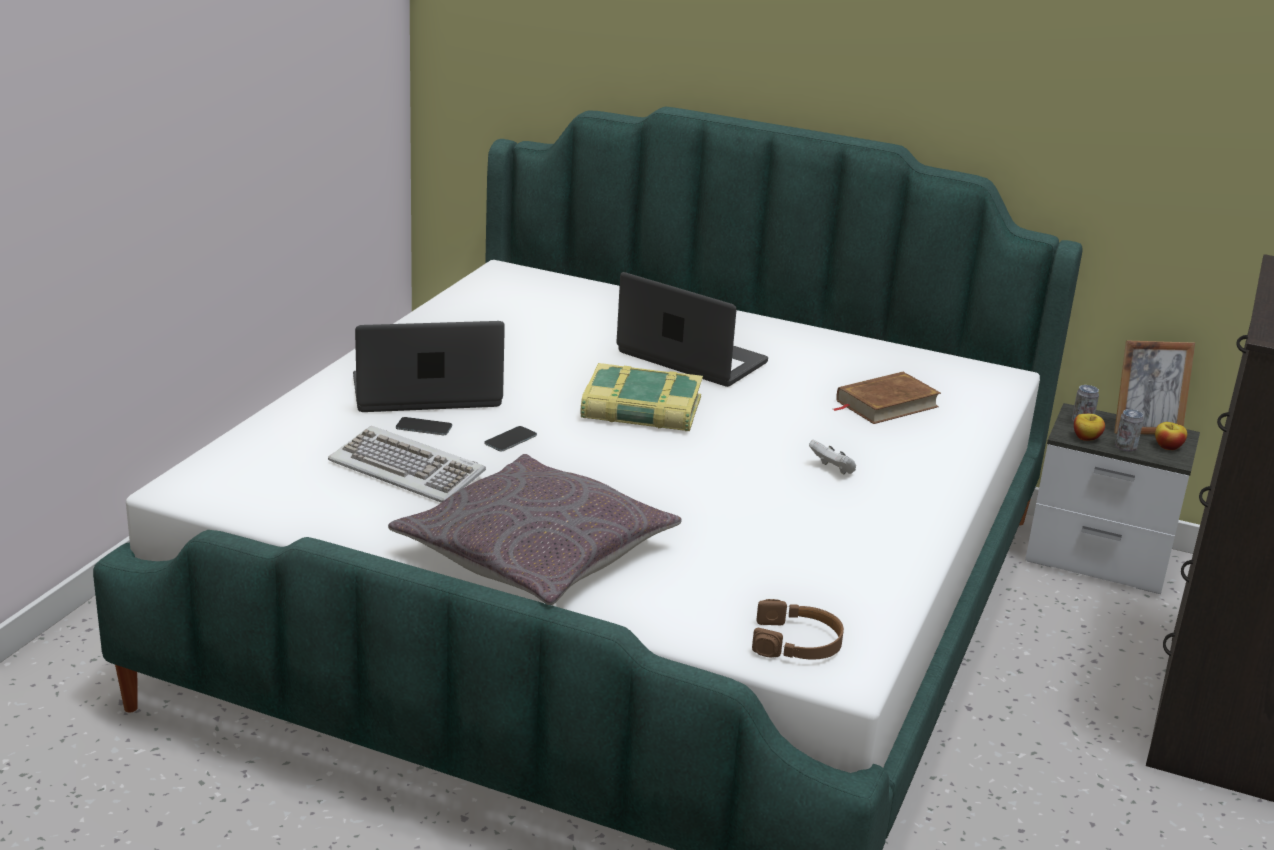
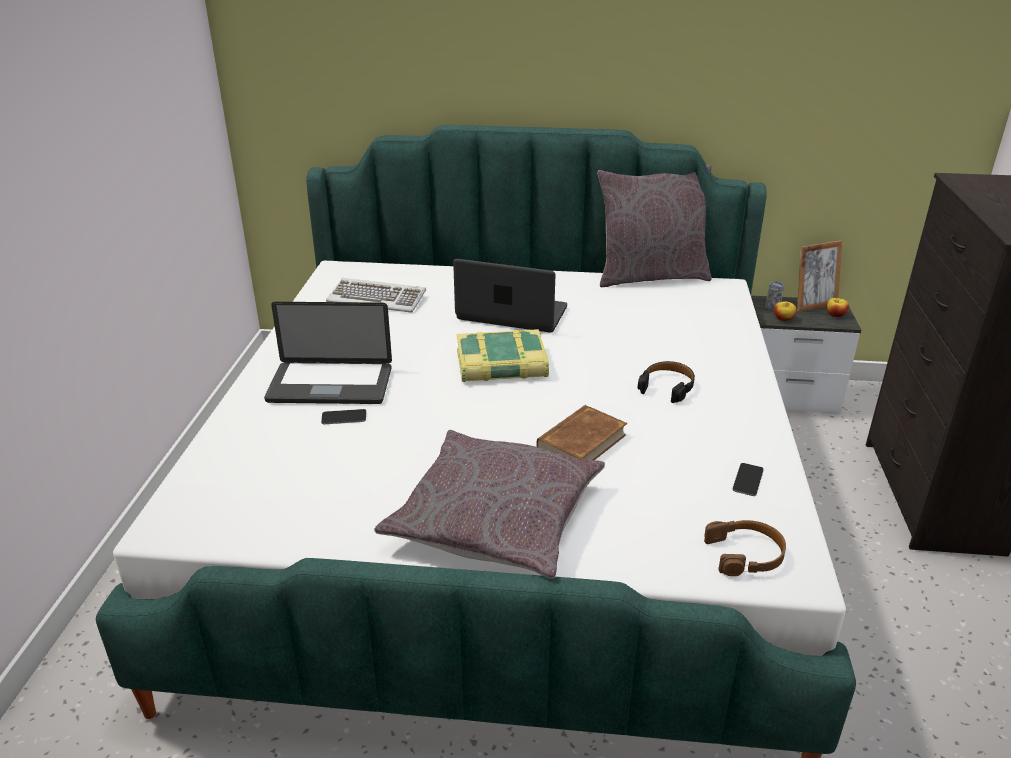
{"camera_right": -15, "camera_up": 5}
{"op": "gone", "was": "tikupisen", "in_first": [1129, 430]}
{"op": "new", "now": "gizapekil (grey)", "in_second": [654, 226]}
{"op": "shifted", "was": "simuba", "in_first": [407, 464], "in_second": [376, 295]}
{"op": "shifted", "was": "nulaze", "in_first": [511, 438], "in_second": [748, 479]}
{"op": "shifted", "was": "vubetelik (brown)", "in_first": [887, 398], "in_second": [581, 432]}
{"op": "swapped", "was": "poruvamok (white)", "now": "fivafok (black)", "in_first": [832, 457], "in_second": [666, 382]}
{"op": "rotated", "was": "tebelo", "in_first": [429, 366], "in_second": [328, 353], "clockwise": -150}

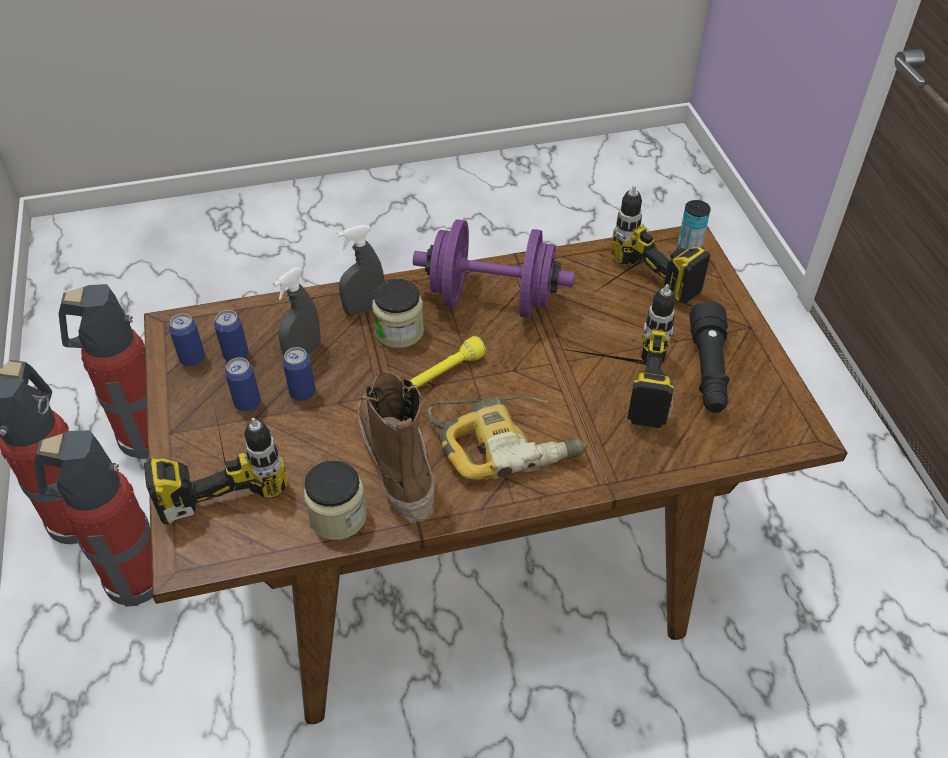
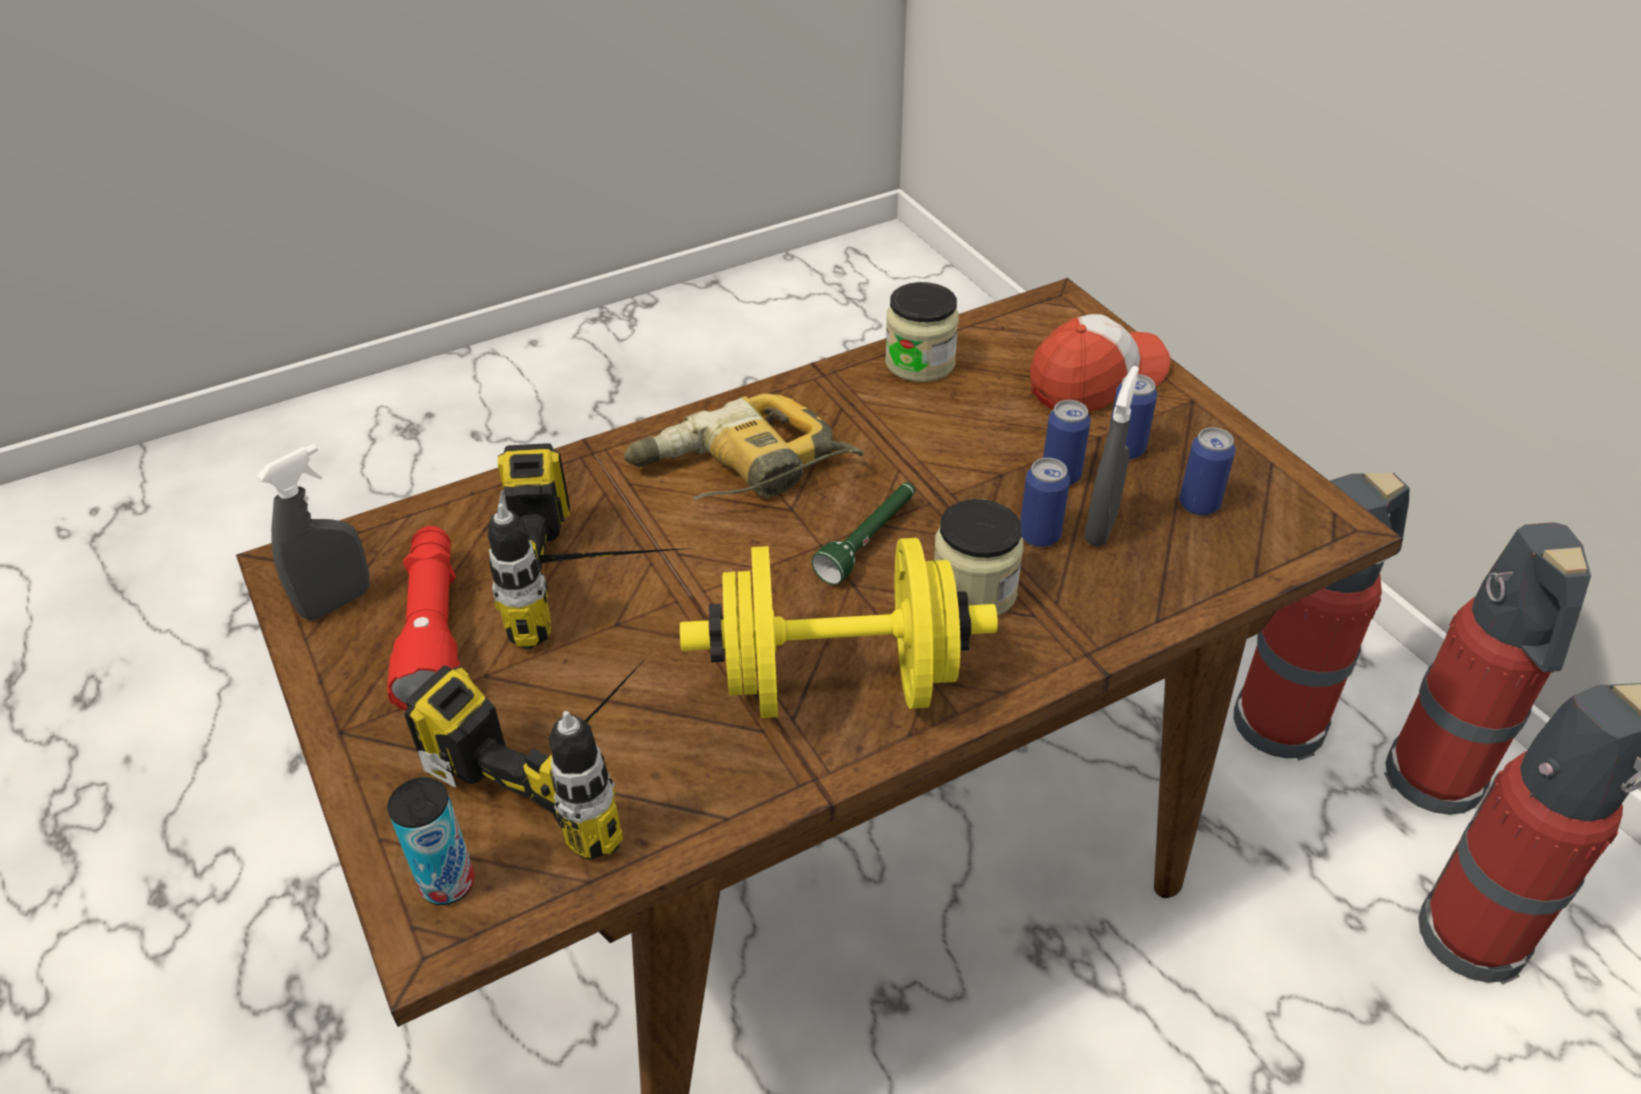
{"camera_right": 165, "camera_up": -5}
{"op": "gone", "was": "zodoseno", "in_first": [396, 447]}
{"op": "shifted", "was": "tikupisen", "in_first": [187, 339], "in_second": [1045, 502]}
{"op": "shifted", "was": "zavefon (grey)", "in_first": [361, 270], "in_second": [313, 532]}
{"op": "swapped", "was": "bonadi", "now": "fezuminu", "in_first": [216, 462], "in_second": [1100, 363]}
{"op": "repainted", "was": "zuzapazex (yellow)", "now": "zuzapazex (green)", "in_first": [448, 361], "in_second": [863, 533]}
{"op": "repainted", "was": "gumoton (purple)", "now": "gumoton (yellow)", "in_first": [494, 268], "in_second": [839, 628]}
{"op": "repainted", "was": "zuzapazex (black)", "now": "zuzapazex (red)", "in_first": [710, 357], "in_second": [423, 618]}

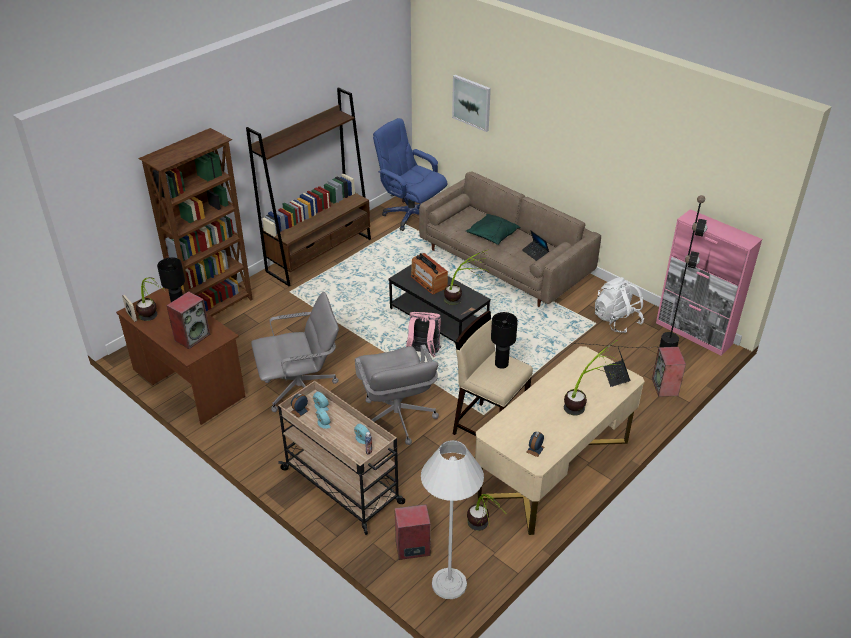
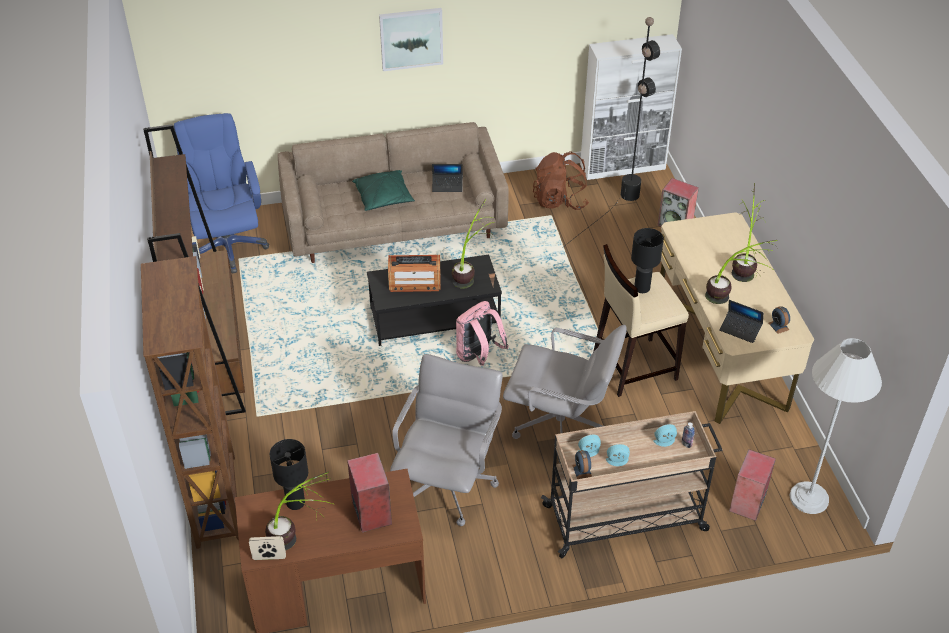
{"camera_right": -55, "camera_up": 5}
{"op": "shifted", "was": "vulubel", "in_first": [471, 103], "in_second": [411, 39]}
{"op": "shifted", "was": "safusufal", "in_first": [486, 512], "in_second": [741, 272]}
{"op": "shifted", "was": "tebelo", "in_first": [616, 367], "in_second": [741, 321]}
{"op": "repainted", "was": "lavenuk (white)", "now": "lavenuk (brown)", "in_first": [619, 305], "in_second": [561, 180]}
{"op": "repainted", "was": "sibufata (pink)", "now": "sibufata (white)", "in_first": [709, 282], "in_second": [631, 107]}
{"op": "rotated", "was": "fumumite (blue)", "in_first": [410, 174], "in_second": [221, 193], "clockwise": 90}

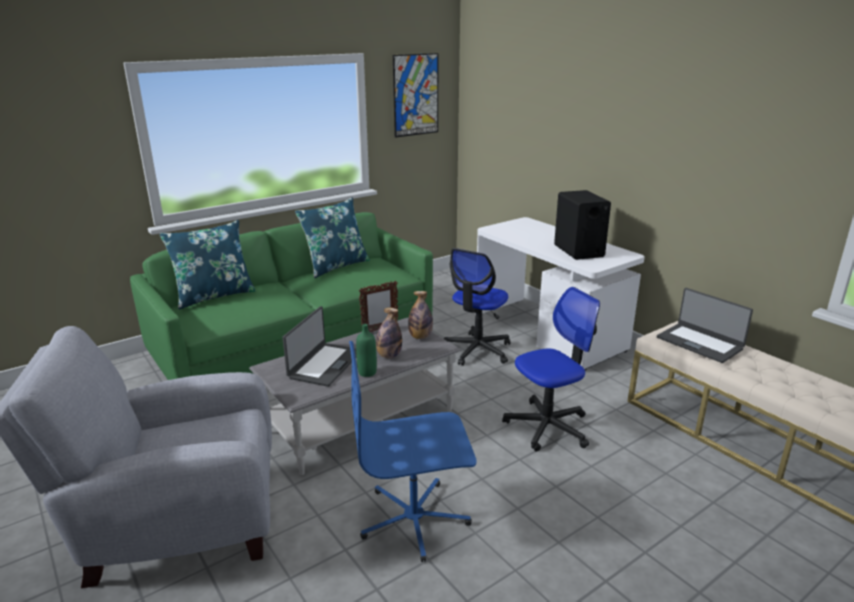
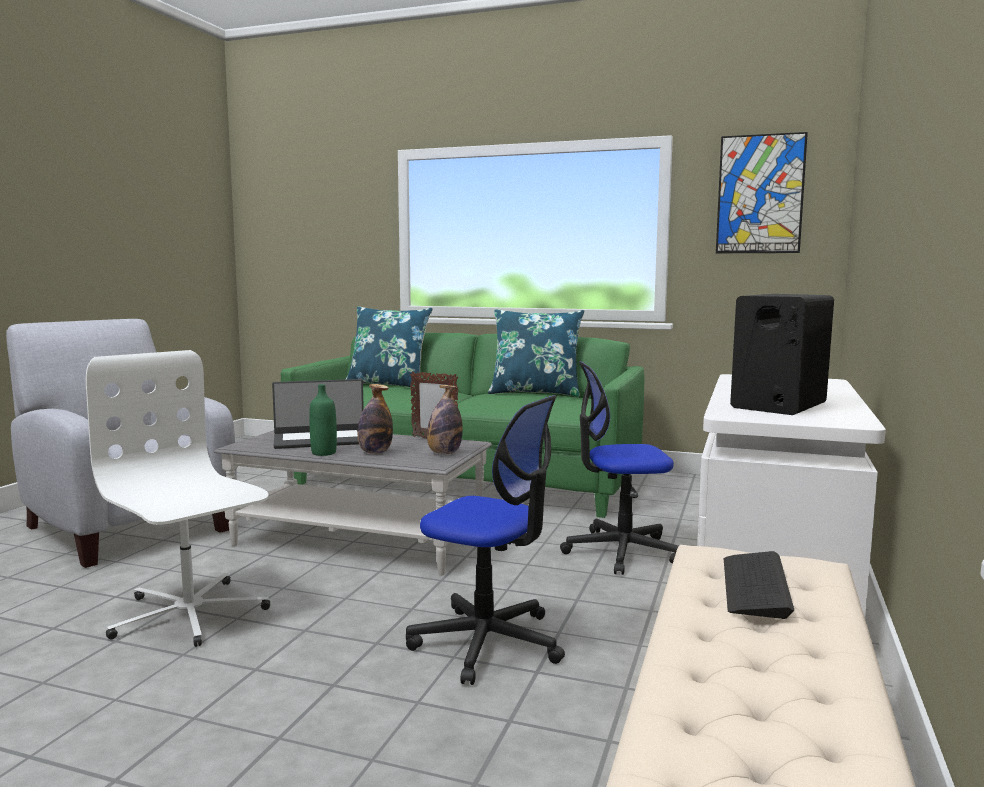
{"camera_right": 55, "camera_up": -15}
{"op": "swapped", "was": "tebelo", "now": "simuba", "in_first": [705, 325], "in_second": [759, 585]}
{"op": "repainted", "was": "fumumite (blue)", "now": "fumumite (white)", "in_first": [413, 451], "in_second": [178, 498]}

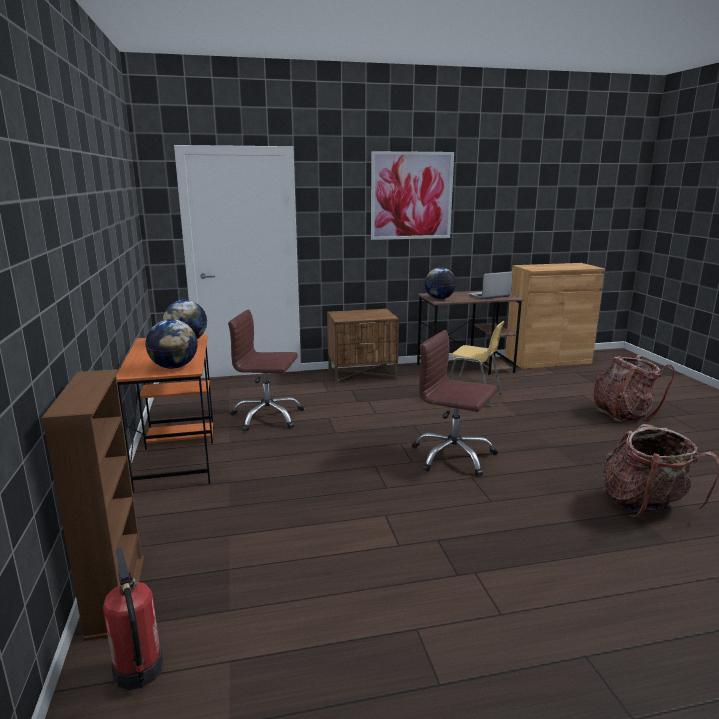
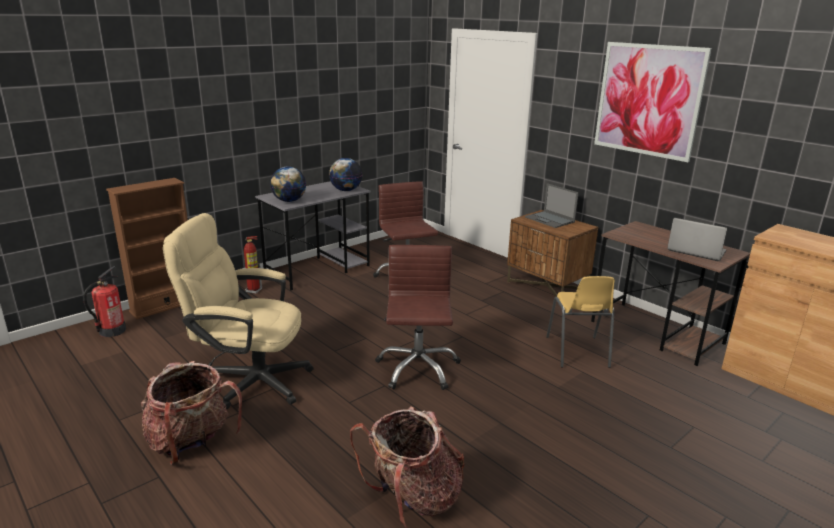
{"camera_right": 60, "camera_up": 5}
{"op": "gone", "was": "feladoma", "in_first": [440, 283]}
{"op": "new", "now": "fumumite (beige)", "in_second": [238, 311]}
{"op": "new", "now": "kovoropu", "in_second": [253, 265]}
{"op": "new", "now": "tebelo", "in_second": [552, 205]}
{"op": "shifted", "was": "lavenuk", "in_first": [634, 389], "in_second": [191, 413]}
{"op": "repainted", "was": "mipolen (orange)", "now": "mipolen (grey)", "in_first": [165, 413], "in_second": [313, 235]}

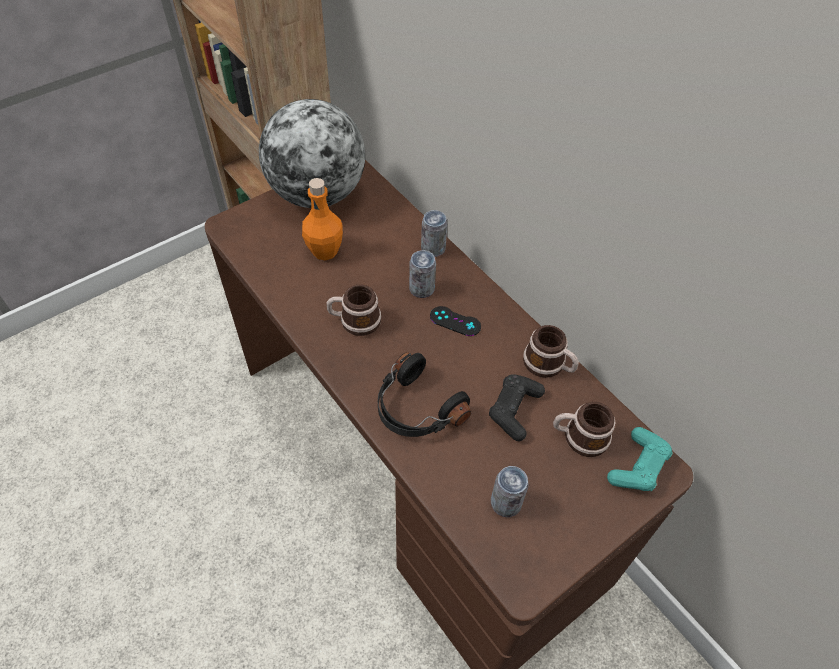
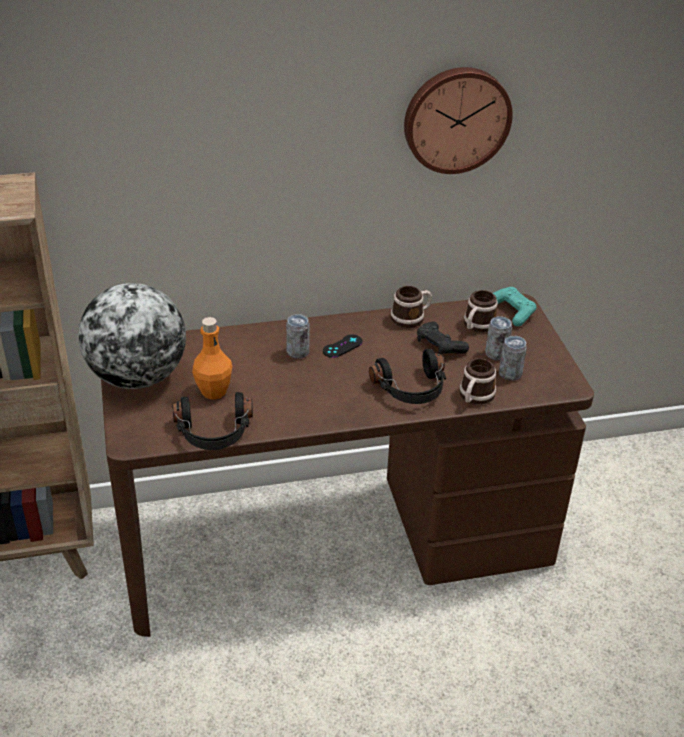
{"camera_right": -65, "camera_up": -15}
{"op": "new", "now": "fivafok (black)", "in_second": [212, 421]}
{"op": "new", "now": "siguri", "in_second": [458, 120]}
{"op": "shifted", "was": "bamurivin", "in_first": [354, 310], "in_second": [477, 381]}
{"op": "shifted", "was": "tikupisen", "in_first": [434, 233], "in_second": [498, 338]}

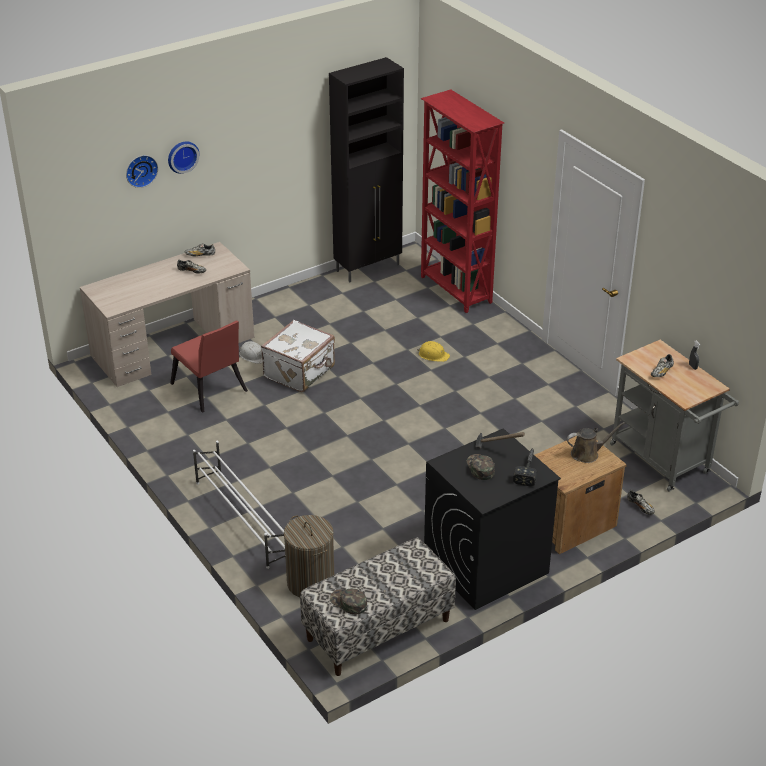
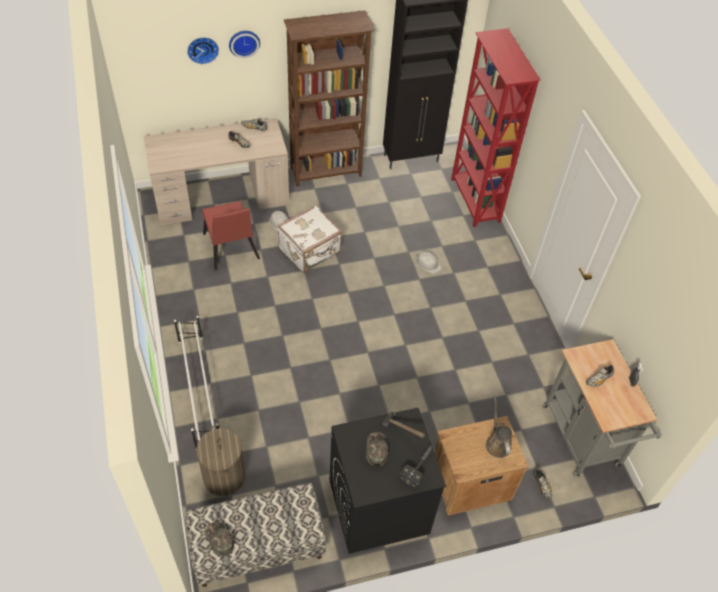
{"camera_right": 15, "camera_up": 15}
{"op": "new", "now": "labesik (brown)", "in_second": [329, 98]}
{"op": "repainted", "was": "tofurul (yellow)", "now": "tofurul (white)", "in_first": [433, 351], "in_second": [429, 263]}
{"op": "rotated", "was": "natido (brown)", "in_first": [595, 442], "in_second": [499, 428], "clockwise": -105}

